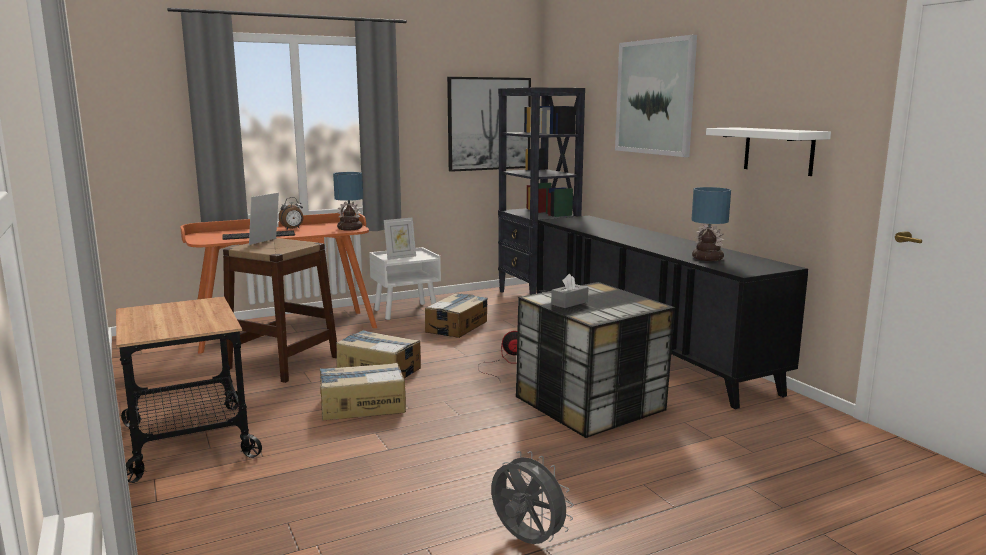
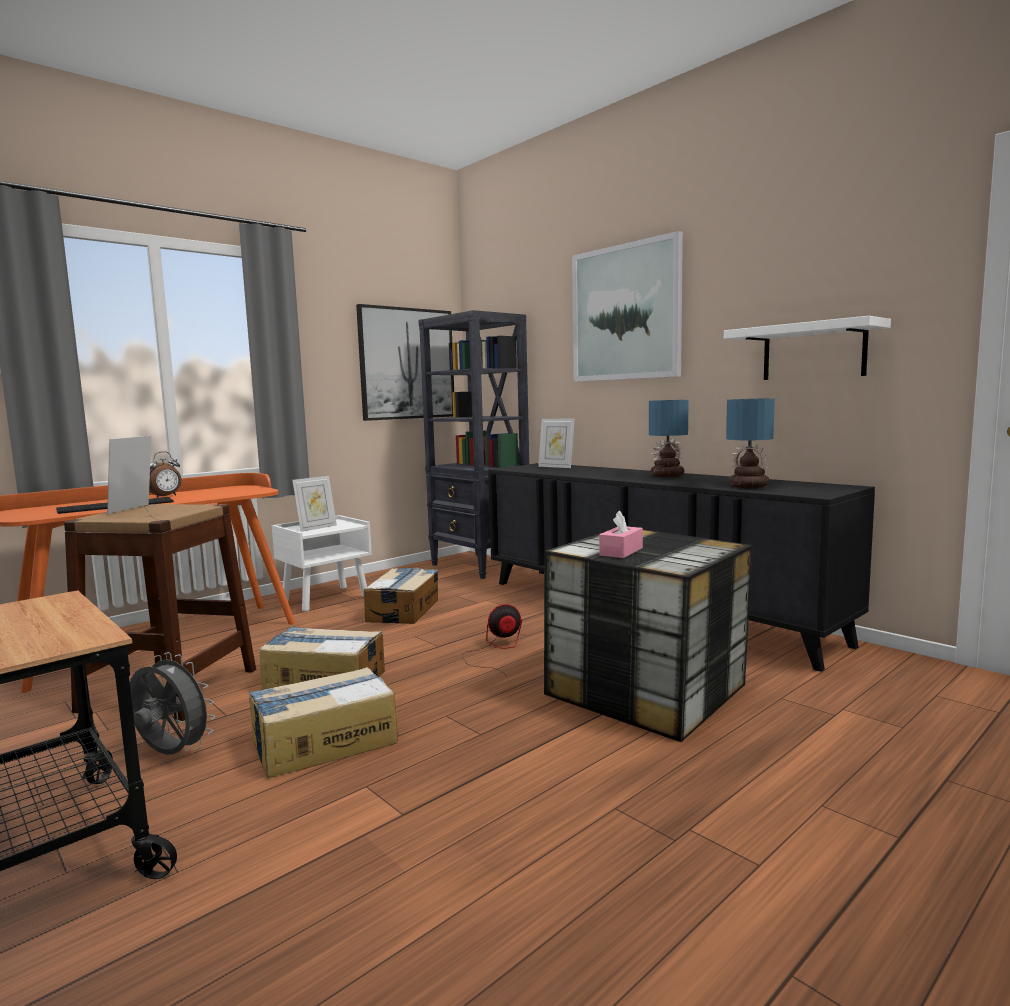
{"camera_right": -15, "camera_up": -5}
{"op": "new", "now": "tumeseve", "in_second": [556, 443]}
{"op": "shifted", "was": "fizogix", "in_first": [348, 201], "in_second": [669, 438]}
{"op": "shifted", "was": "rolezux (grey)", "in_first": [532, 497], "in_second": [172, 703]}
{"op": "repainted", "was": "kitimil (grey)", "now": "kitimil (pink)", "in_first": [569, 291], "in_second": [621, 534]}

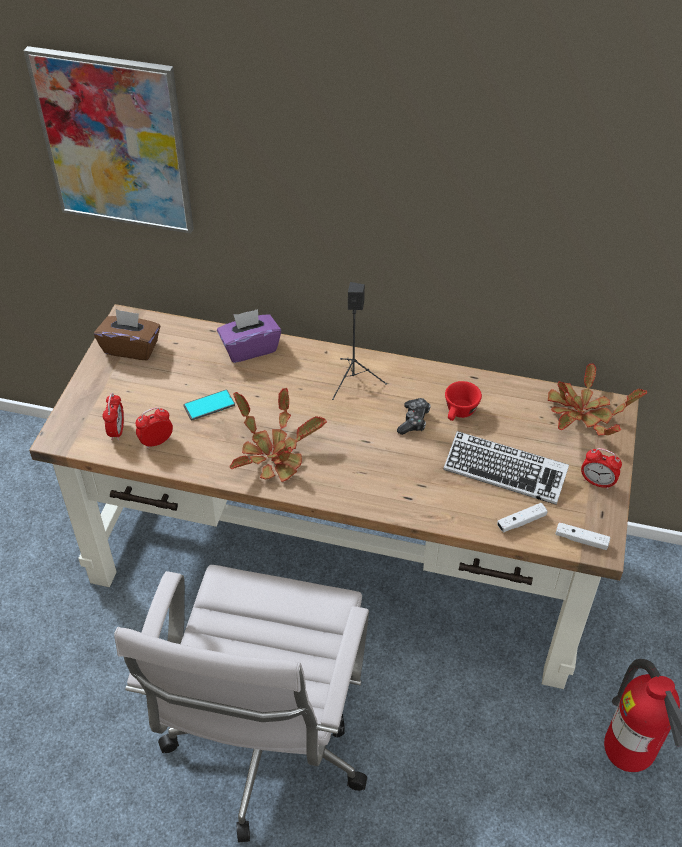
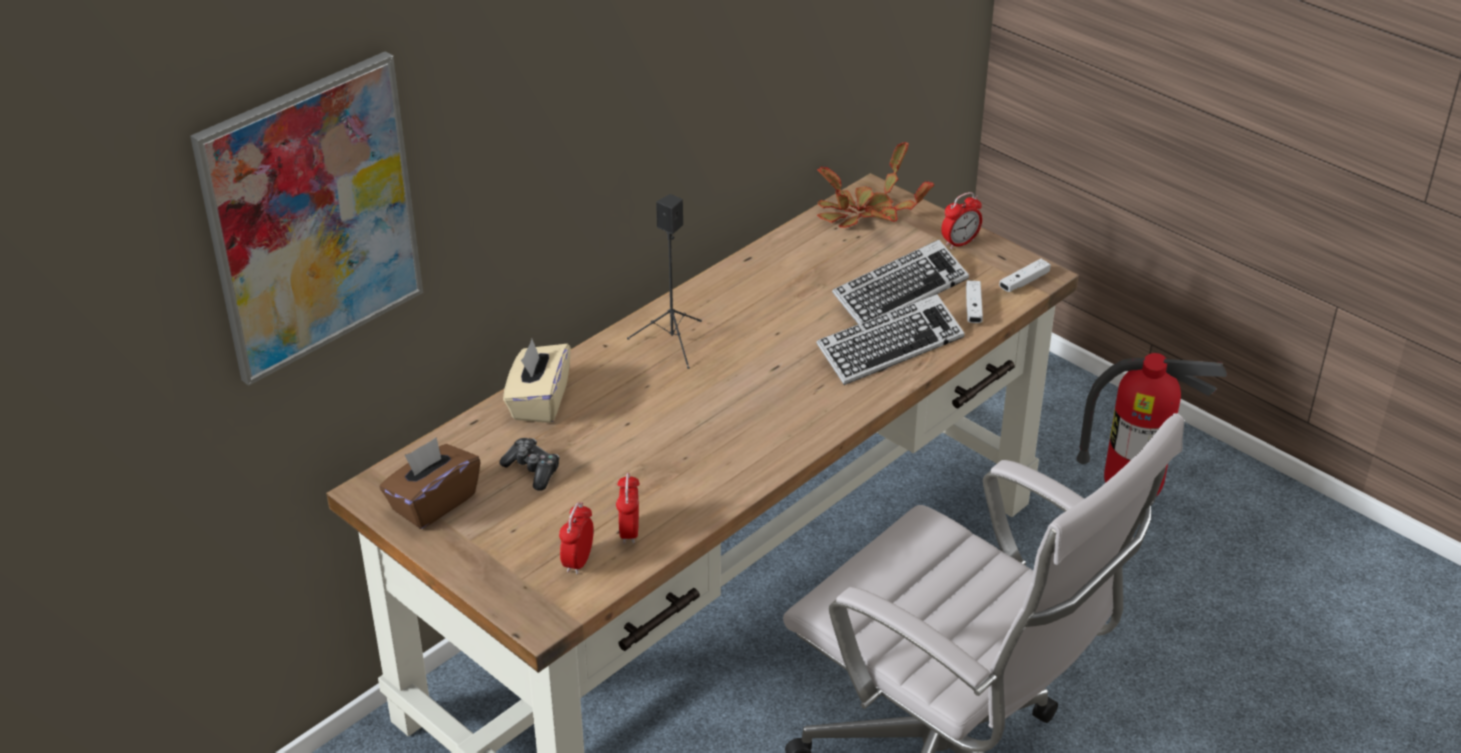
{"camera_right": -60, "camera_up": -10}
{"op": "gone", "was": "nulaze", "in_first": [209, 405]}
{"op": "gone", "was": "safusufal", "in_first": [278, 435]}
{"op": "gone", "was": "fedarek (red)", "in_first": [463, 401]}
{"op": "new", "now": "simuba", "in_second": [890, 339]}
{"op": "shifted", "was": "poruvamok", "in_first": [413, 416], "in_second": [529, 464]}
{"op": "repainted", "was": "kitimil (purple)", "now": "kitimil (beige)", "in_first": [249, 336], "in_second": [537, 381]}
{"op": "rotated", "was": "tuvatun", "in_first": [113, 416], "in_second": [576, 538], "clockwise": -105}

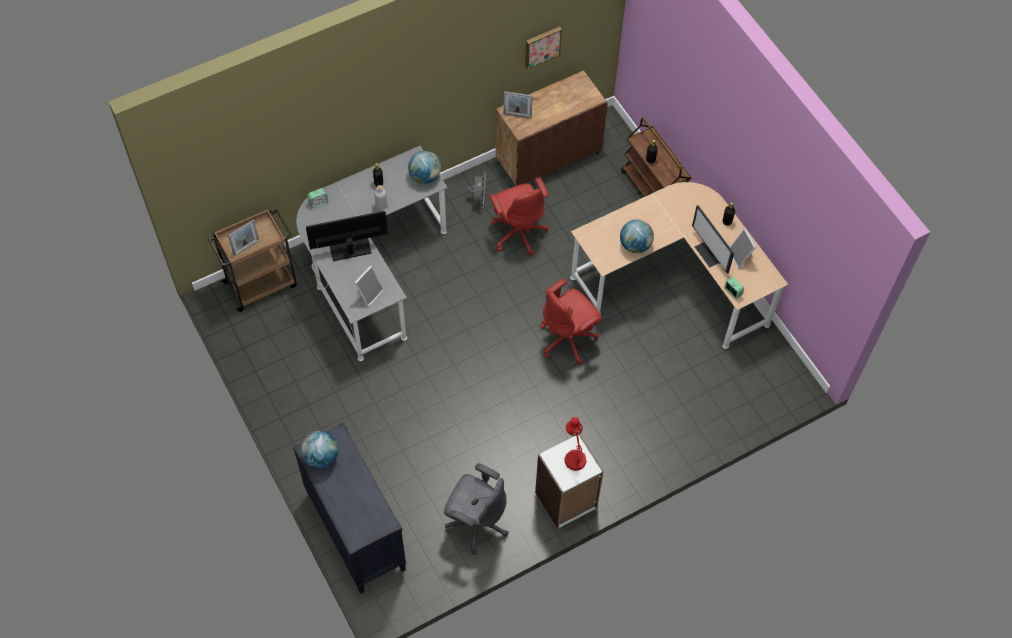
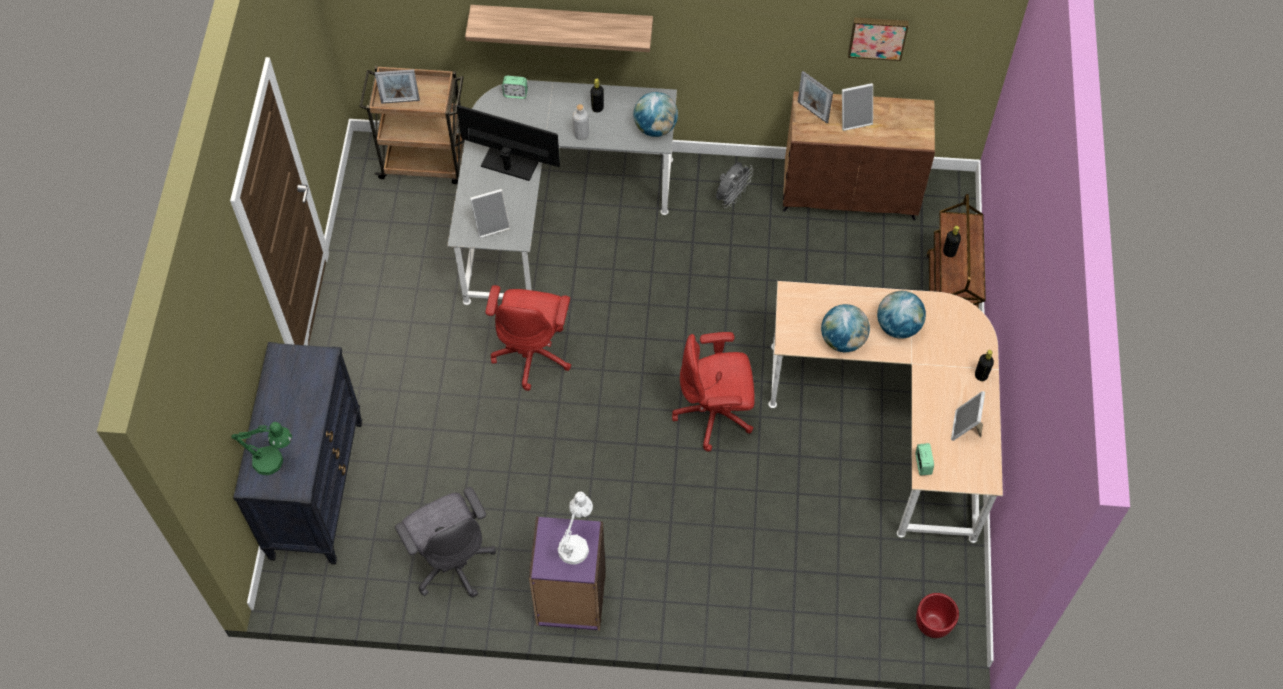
{"camera_right": 35, "camera_up": 0}
{"op": "gone", "was": "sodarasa", "in_first": [713, 239]}
{"op": "new", "now": "fizogix (green)", "in_second": [261, 448]}
{"op": "new", "now": "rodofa", "in_second": [559, 28]}
{"op": "new", "now": "tumeseve", "in_second": [857, 107]}
{"op": "new", "now": "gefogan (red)", "in_second": [937, 615]}
{"op": "shifted", "was": "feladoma", "in_first": [320, 449], "in_second": [901, 315]}
{"op": "shifted", "was": "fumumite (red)", "in_first": [519, 216], "in_second": [528, 338]}
{"op": "repainted", "was": "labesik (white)", "now": "labesik (purple)", "in_first": [569, 481], "in_second": [567, 573]}
{"op": "repainted", "was": "fizogix (red)", "now": "fizogix (white)", "in_first": [575, 444], "in_second": [575, 528]}

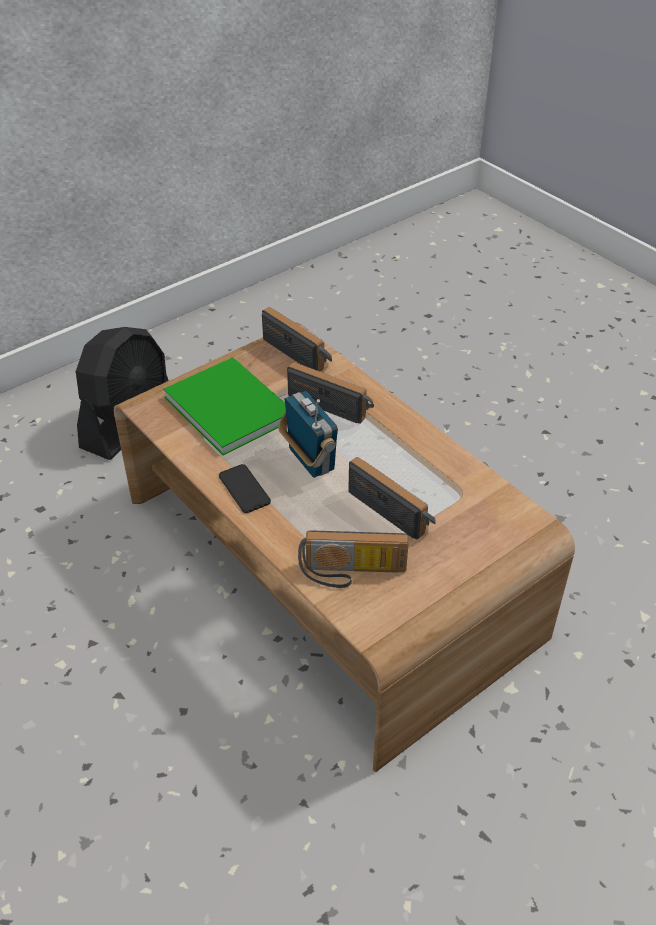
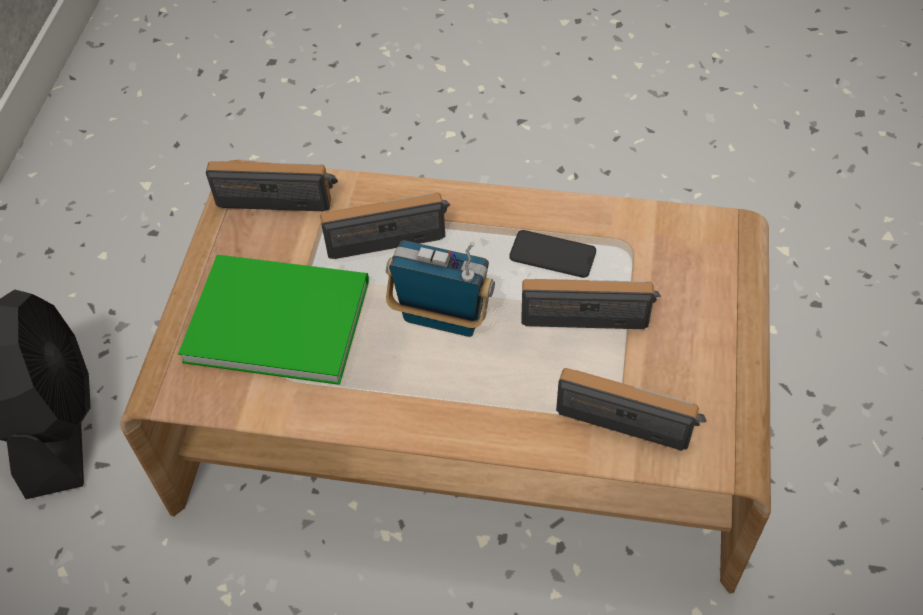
{"camera_right": -40, "camera_up": 10}
{"op": "shifted", "was": "nulaze", "in_first": [245, 488], "in_second": [552, 254]}
{"op": "rotated", "was": "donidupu", "in_first": [353, 559], "in_second": [631, 409], "clockwise": -120}

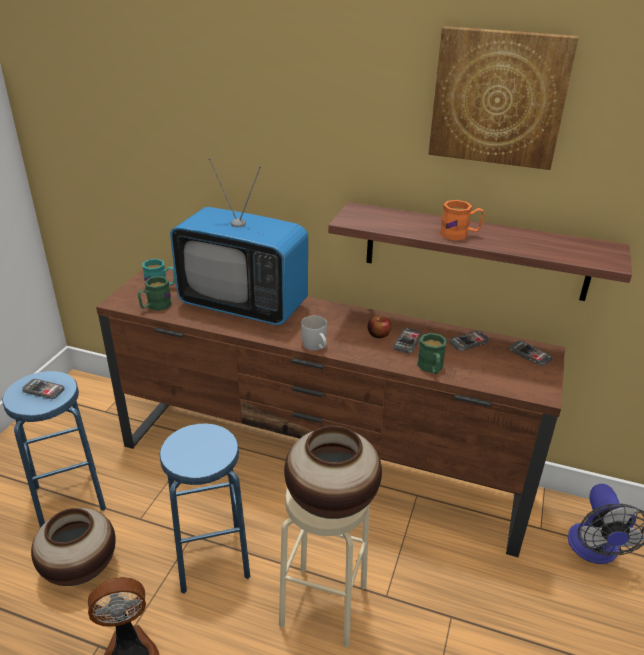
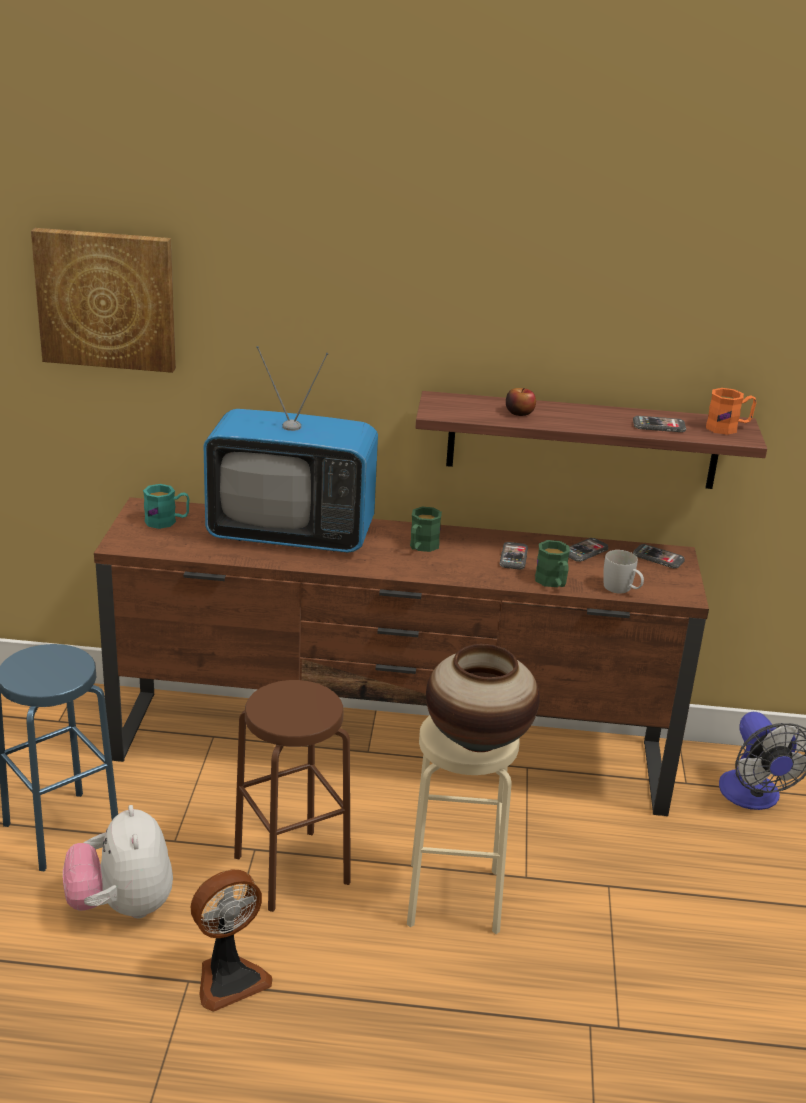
{"camera_right": -15, "camera_up": -5}
{"op": "shifted", "was": "nulaze", "in_first": [43, 389], "in_second": [659, 424]}
{"op": "shifted", "was": "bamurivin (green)", "in_first": [155, 293], "in_second": [426, 529]}
{"op": "shifted", "was": "bamurivin (white)", "in_first": [314, 333], "in_second": [623, 571]}
{"op": "shifted", "was": "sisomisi", "in_first": [379, 327], "in_second": [521, 402]}
{"op": "shifted", "was": "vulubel", "in_first": [504, 98], "in_second": [103, 300]}
{"op": "shifted", "was": "bamurivin (orange)", "in_first": [462, 220], "in_second": [731, 411]}
{"op": "swapped", "was": "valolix", "now": "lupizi", "in_first": [73, 547], "in_second": [118, 862]}
{"op": "repainted", "was": "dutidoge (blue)", "now": "dutidoge (brown)", "in_first": [204, 509], "in_second": [292, 796]}

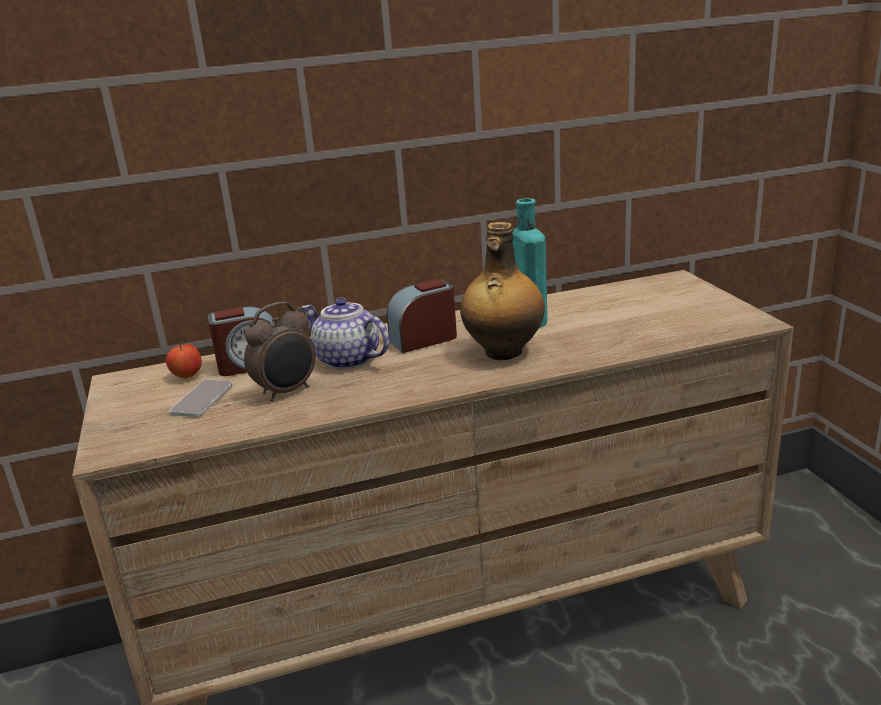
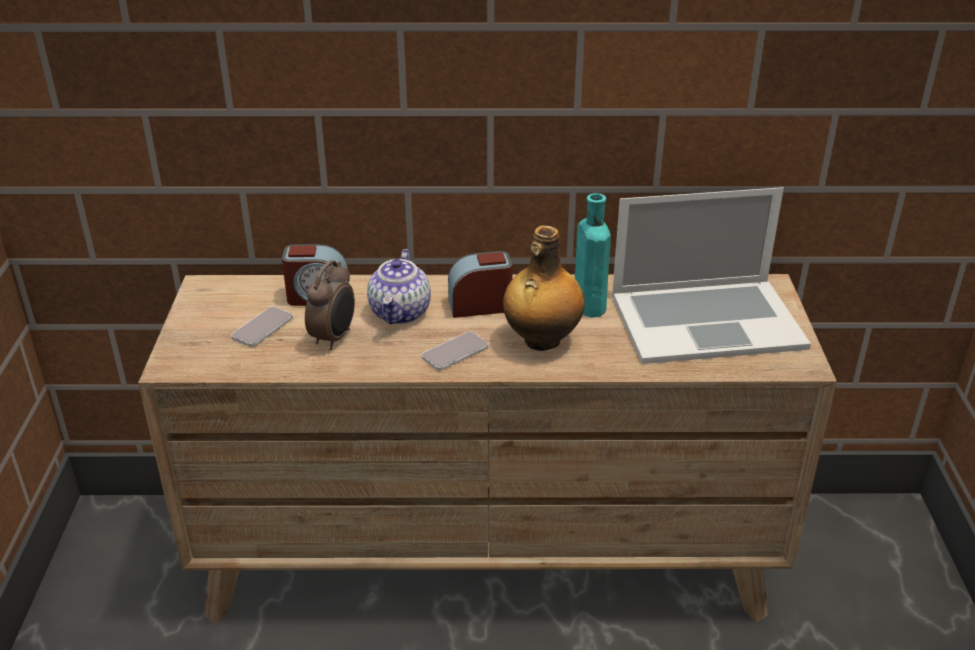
{"camera_right": 15, "camera_up": 10}
{"op": "gone", "was": "sisomisi", "in_first": [184, 361]}
{"op": "new", "now": "nulaze", "in_second": [455, 351]}
{"op": "new", "now": "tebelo", "in_second": [711, 275]}
{"op": "rotated", "was": "tuvatun", "in_first": [280, 352], "in_second": [330, 305], "clockwise": -45}
{"op": "rotated", "was": "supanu", "in_first": [345, 334], "in_second": [399, 286], "clockwise": -135}

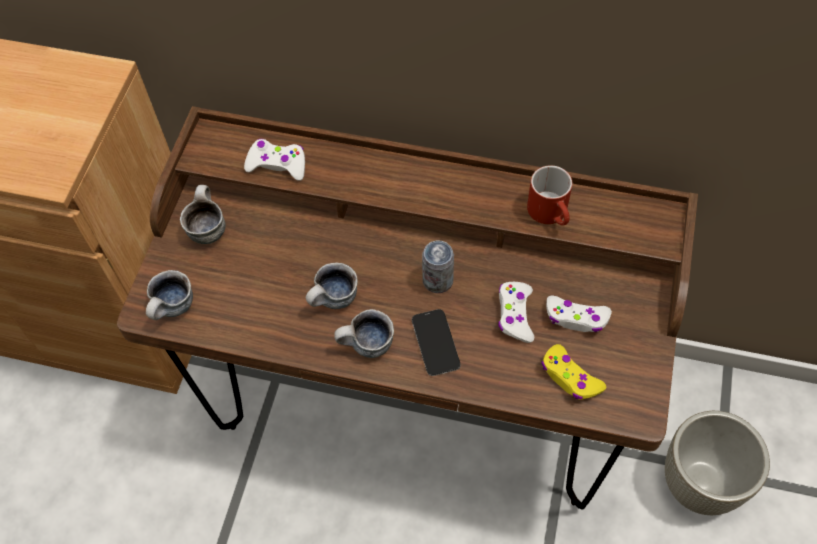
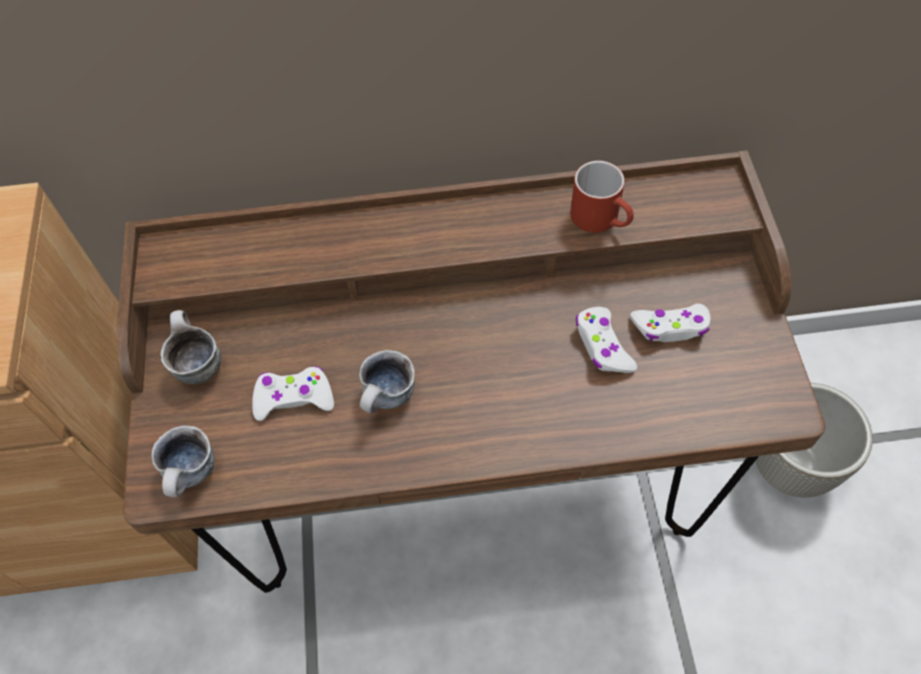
{"camera_right": -20, "camera_up": 0}
{"op": "gone", "was": "bamurivin", "in_first": [364, 333]}
{"op": "gone", "was": "nulaze", "in_first": [436, 342]}
{"op": "gone", "was": "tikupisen", "in_first": [438, 267]}
{"op": "gone", "was": "poruvamok (yellow)", "in_first": [573, 372]}
{"op": "shifted", "was": "poruvamok (white)", "in_first": [274, 160], "in_second": [293, 393]}

